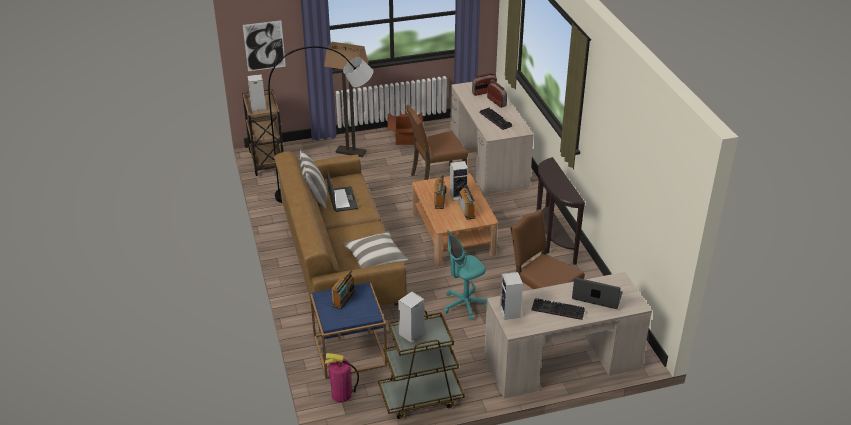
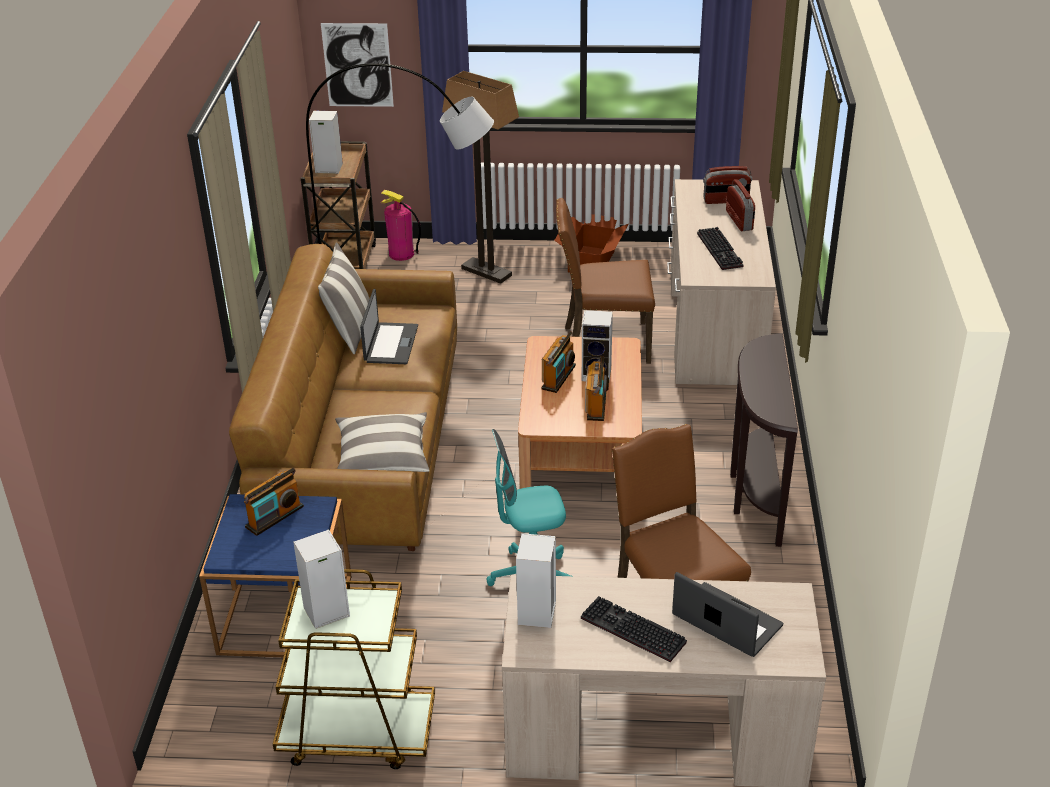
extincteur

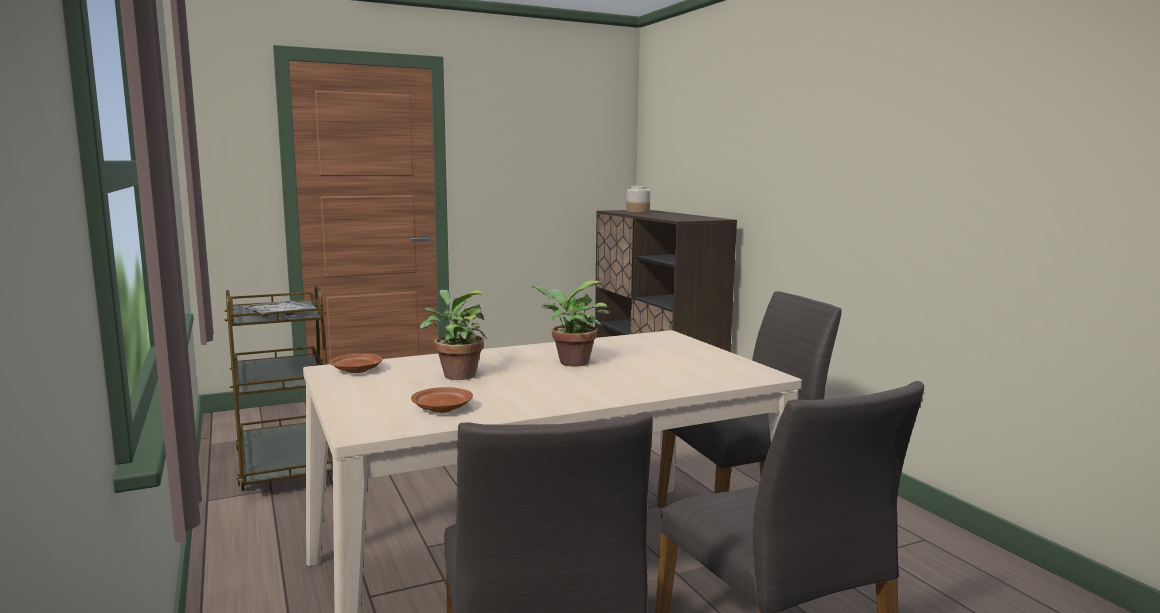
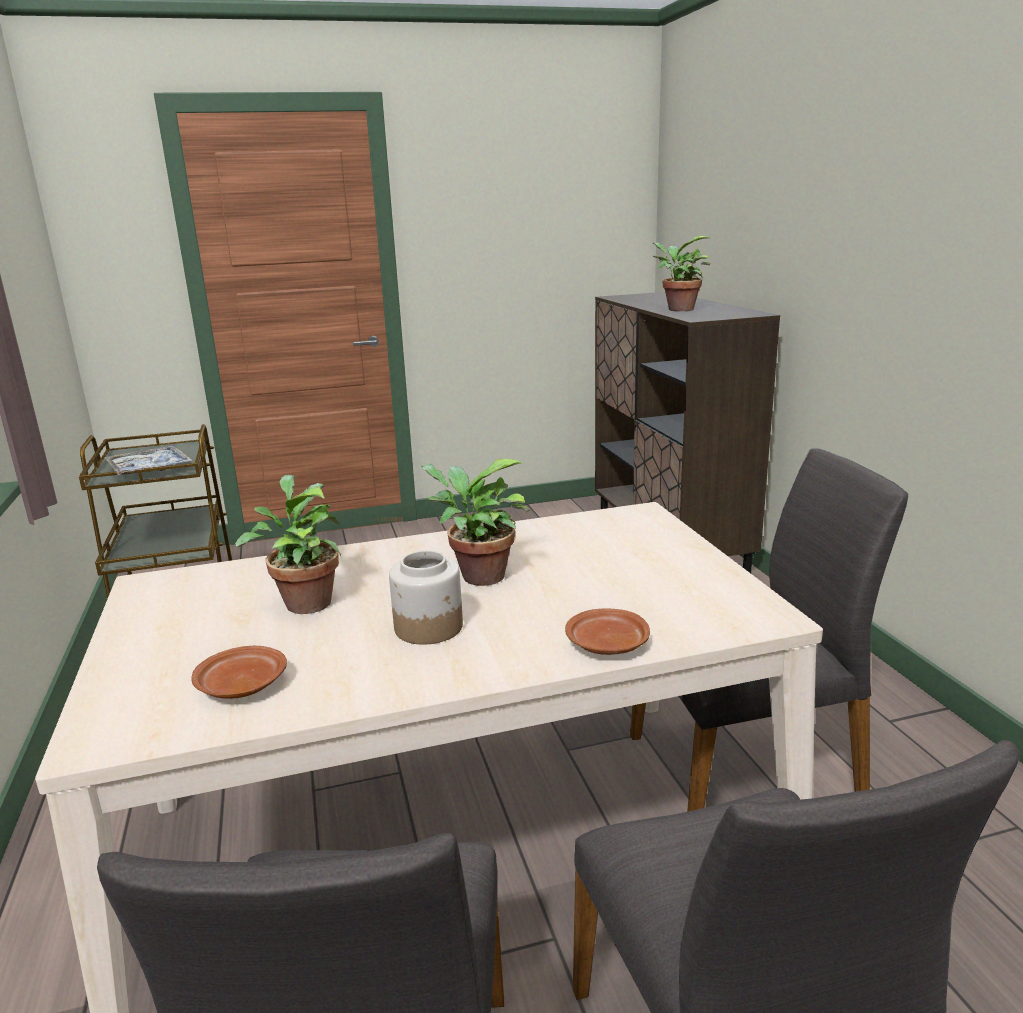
bocal
assiette (marron) (2nd from left)
plante en pot (3rd from left)

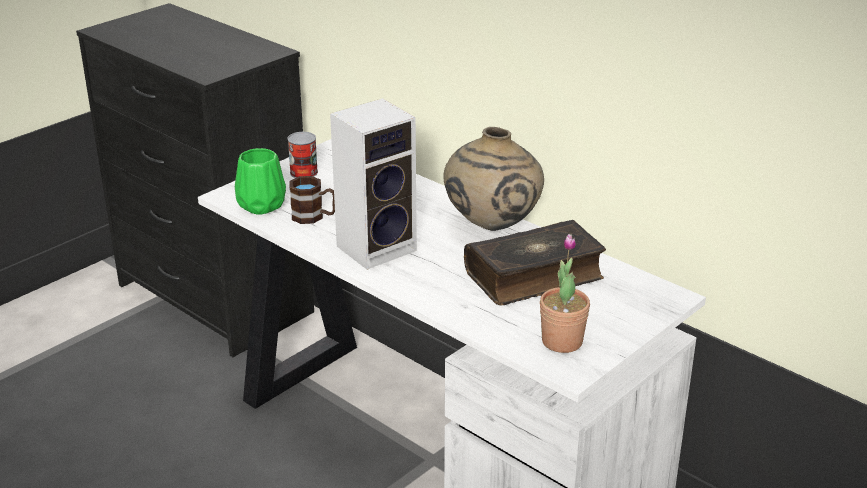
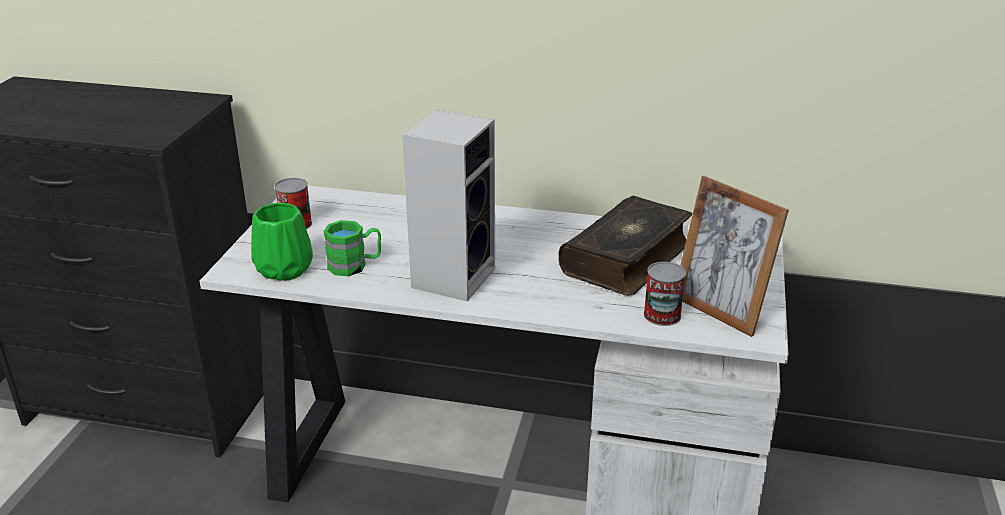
mug (vert)
boîte métallique (2nd from left)
cadre photo
vase (beige)

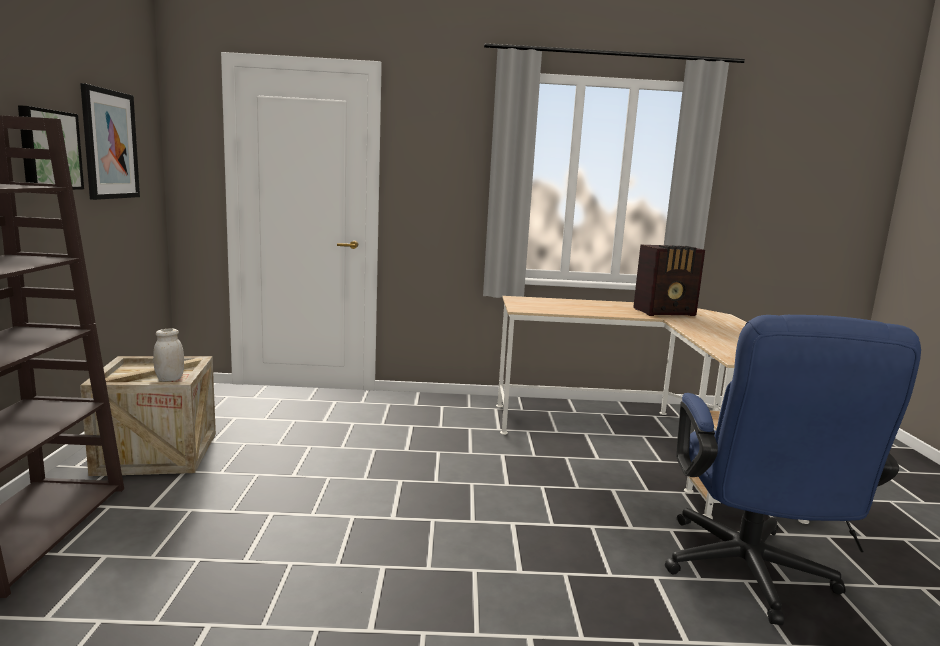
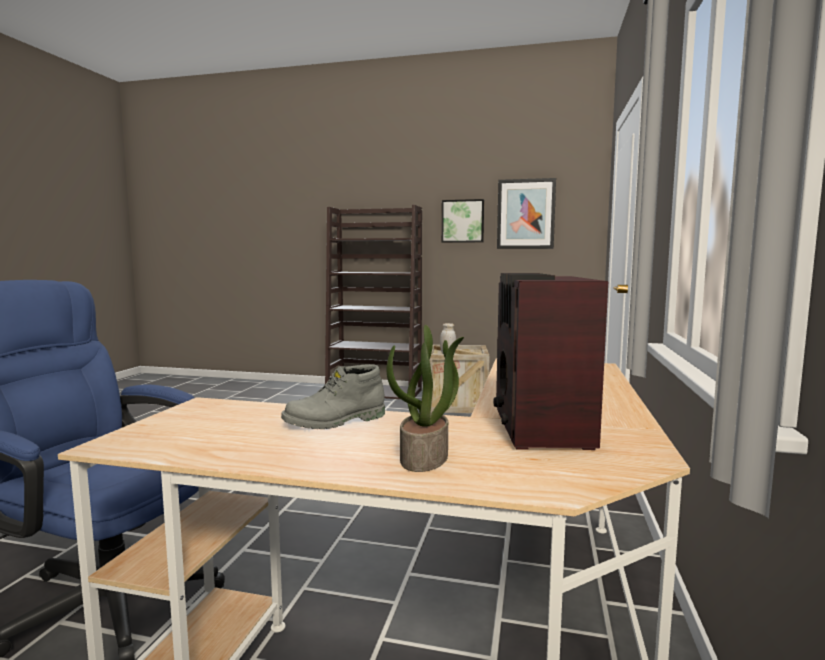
botte (gris)
plante en pot

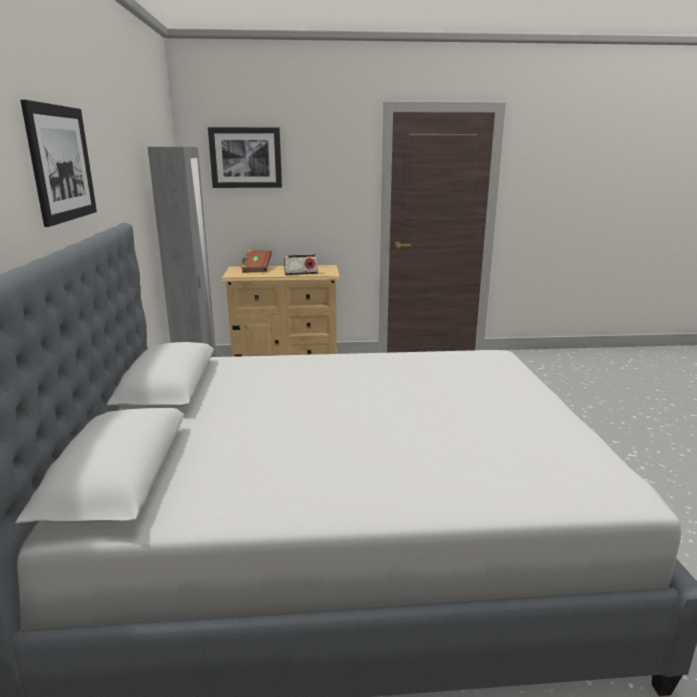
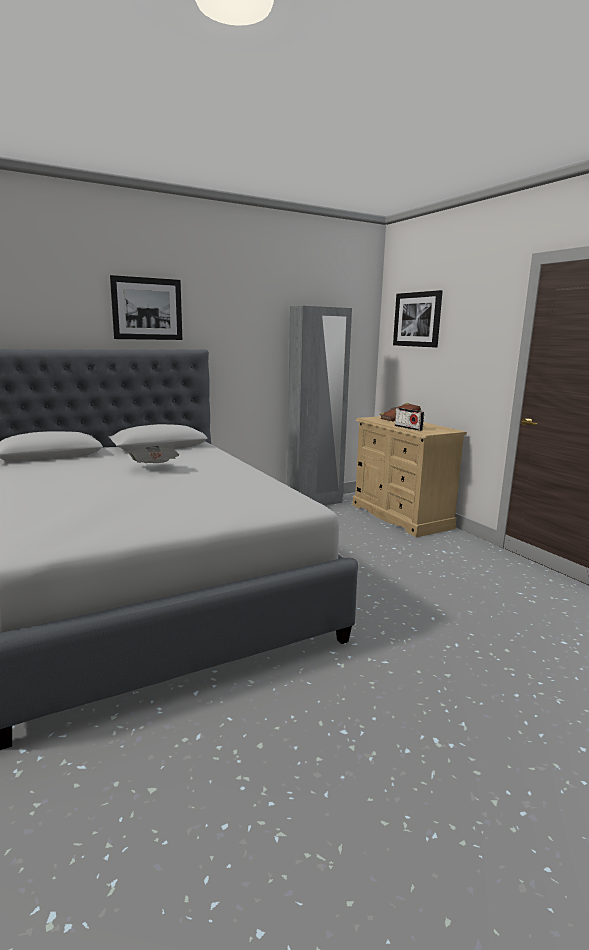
journal

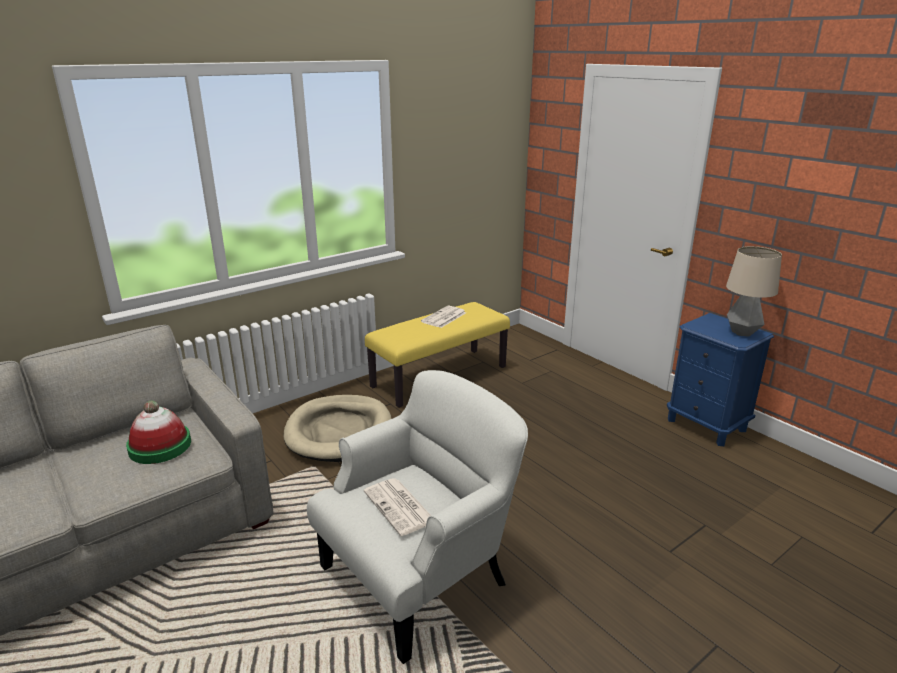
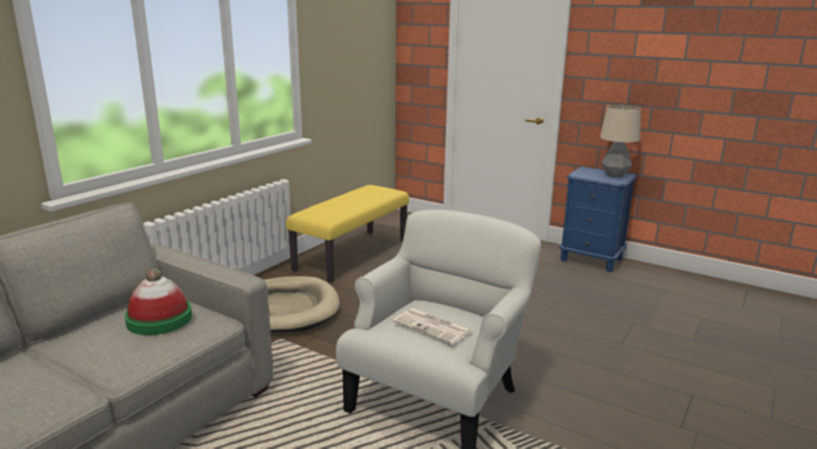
journal (2nd from left in the first image)

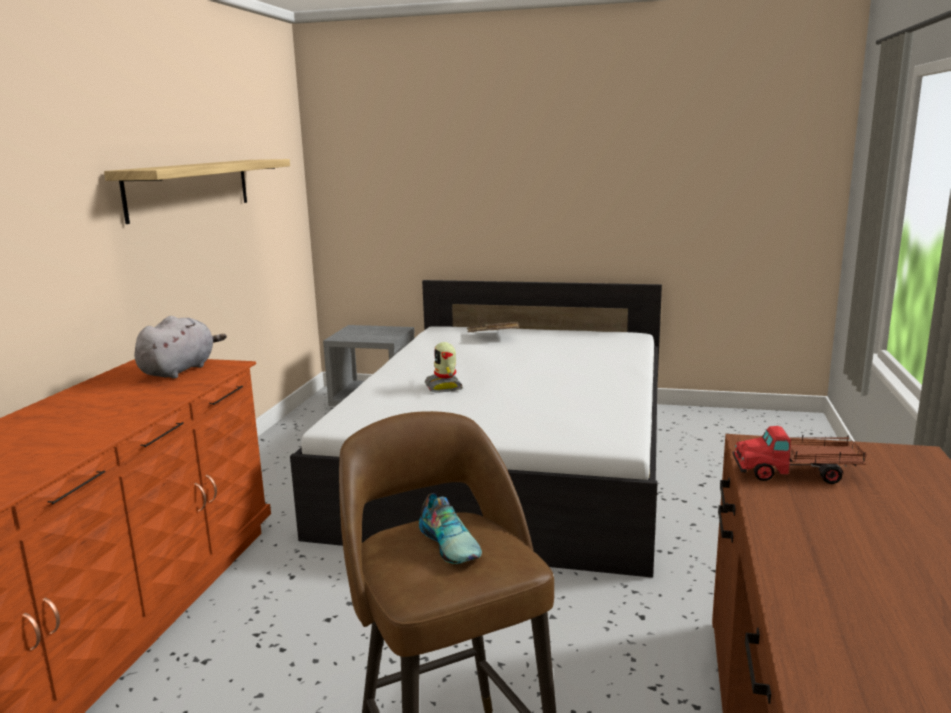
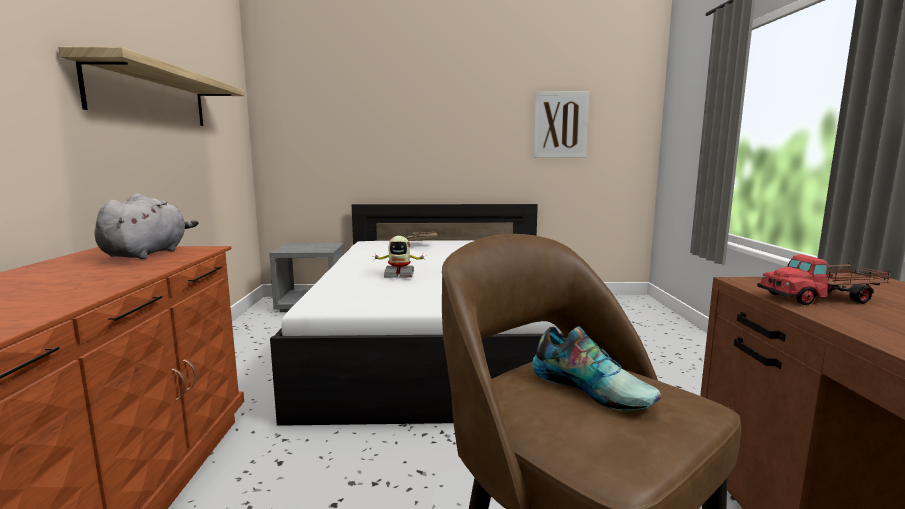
robot jouet
tableau

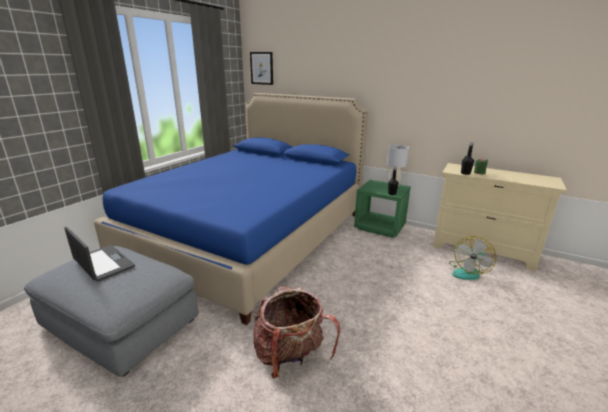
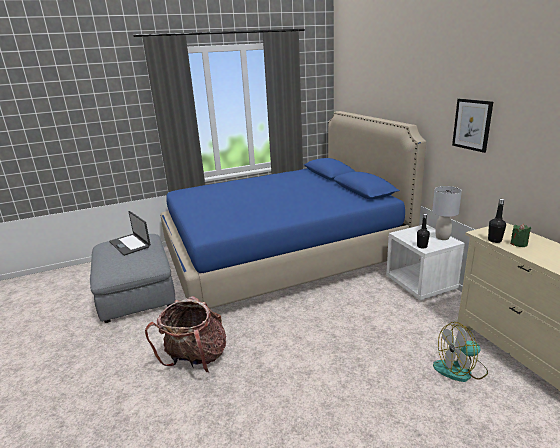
ordinateur portable
table de chevet (blanc)
tableau

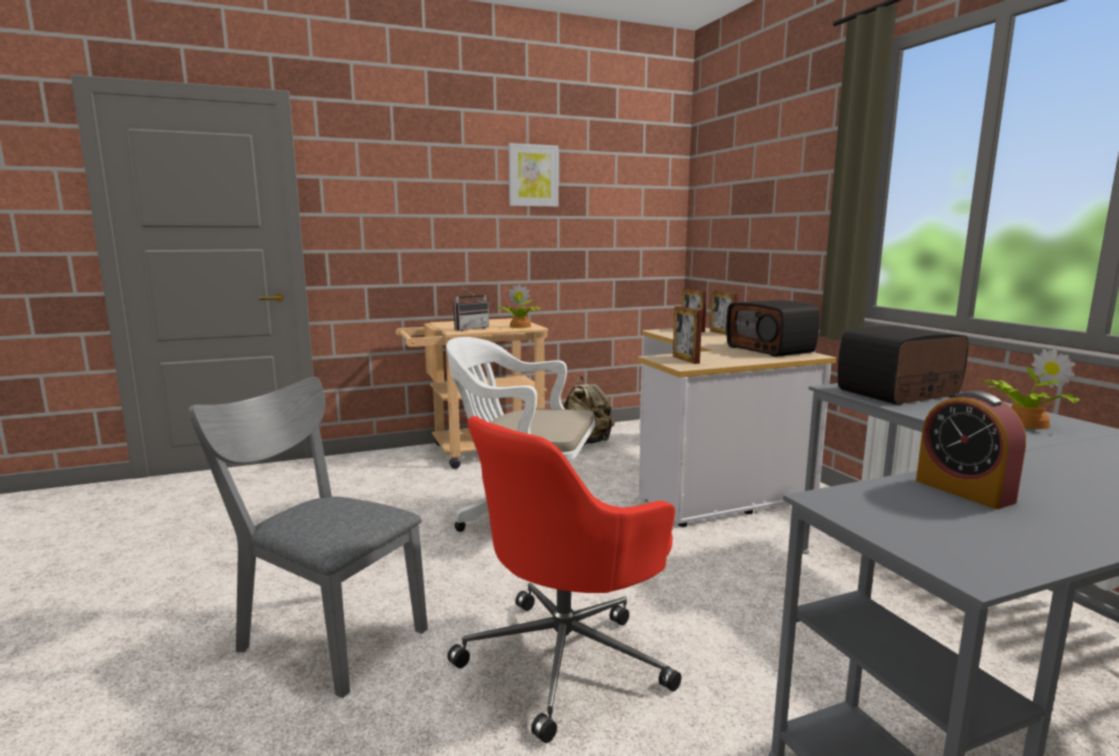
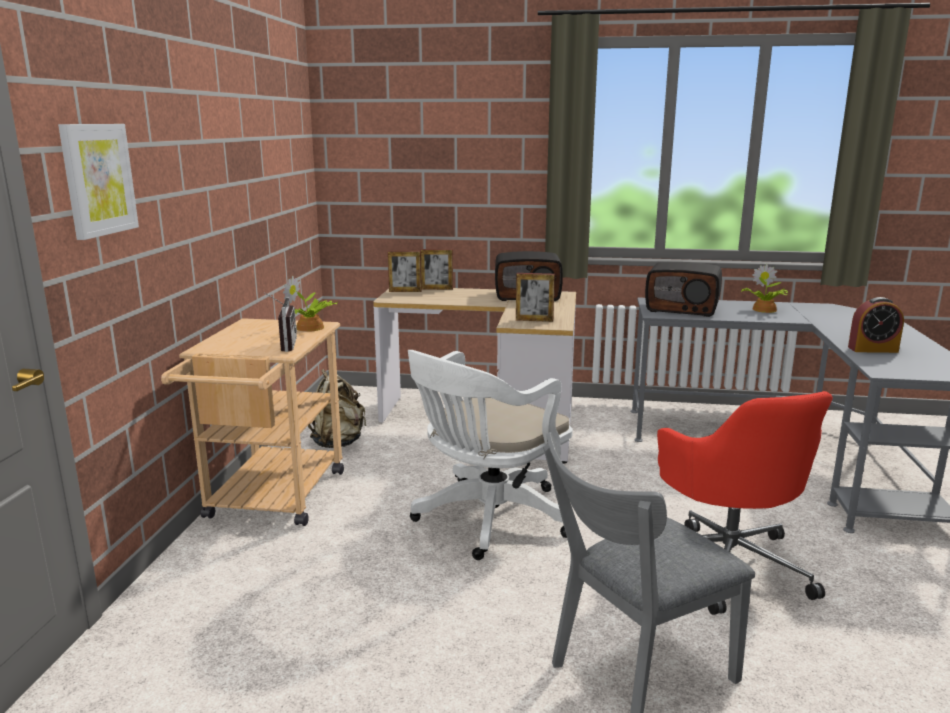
tableau
radio (3rd from left)

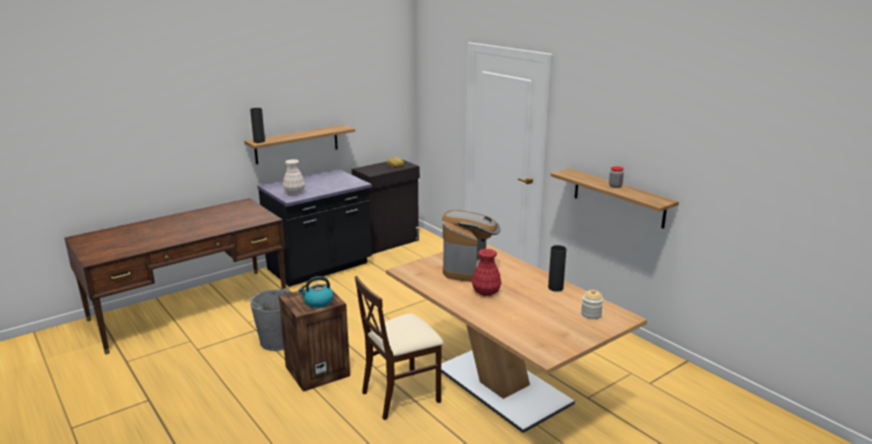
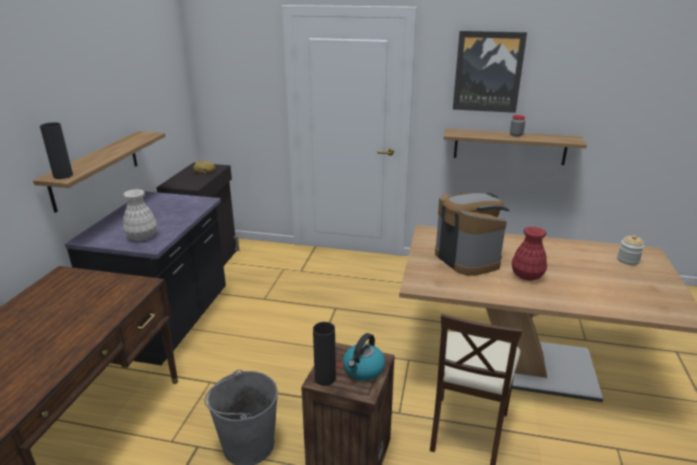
vase (noir) (2nd from left)
tableau

